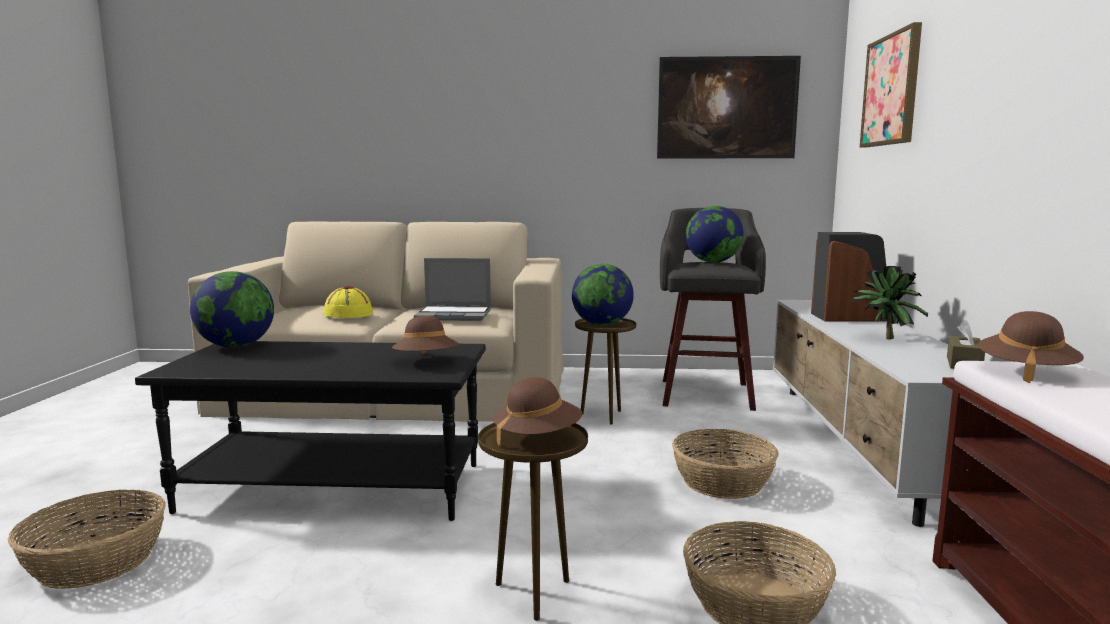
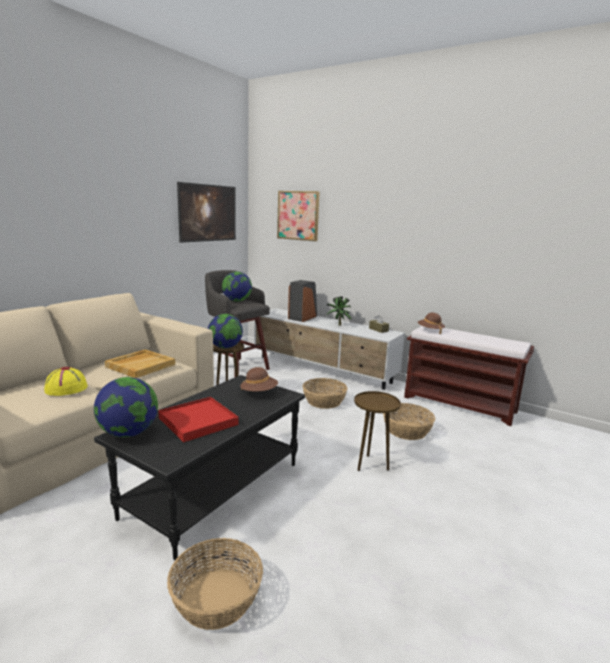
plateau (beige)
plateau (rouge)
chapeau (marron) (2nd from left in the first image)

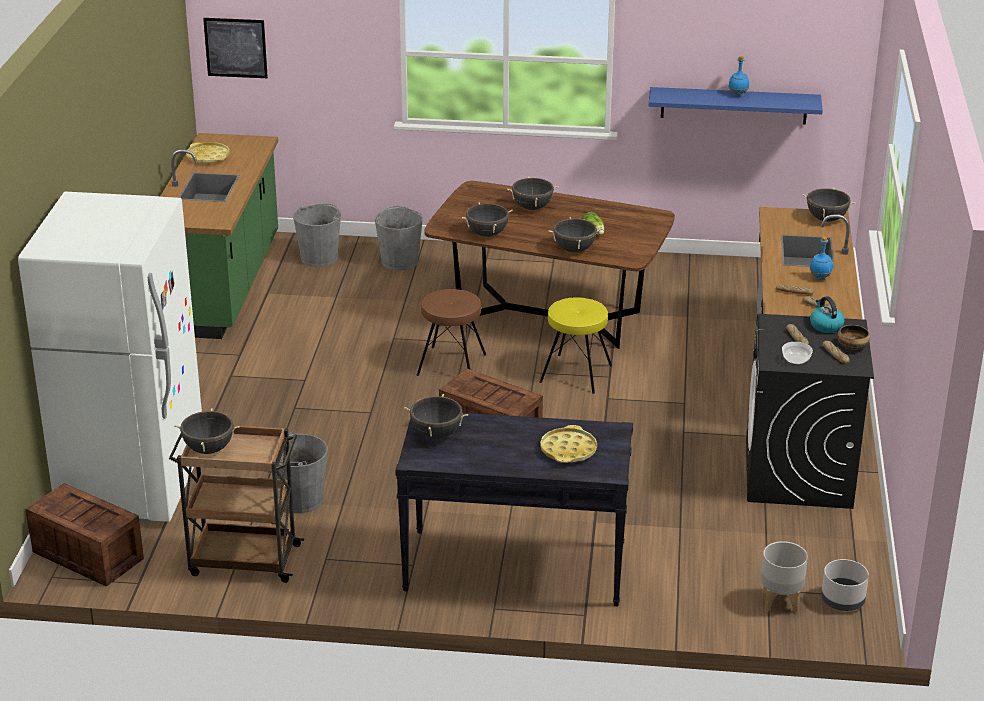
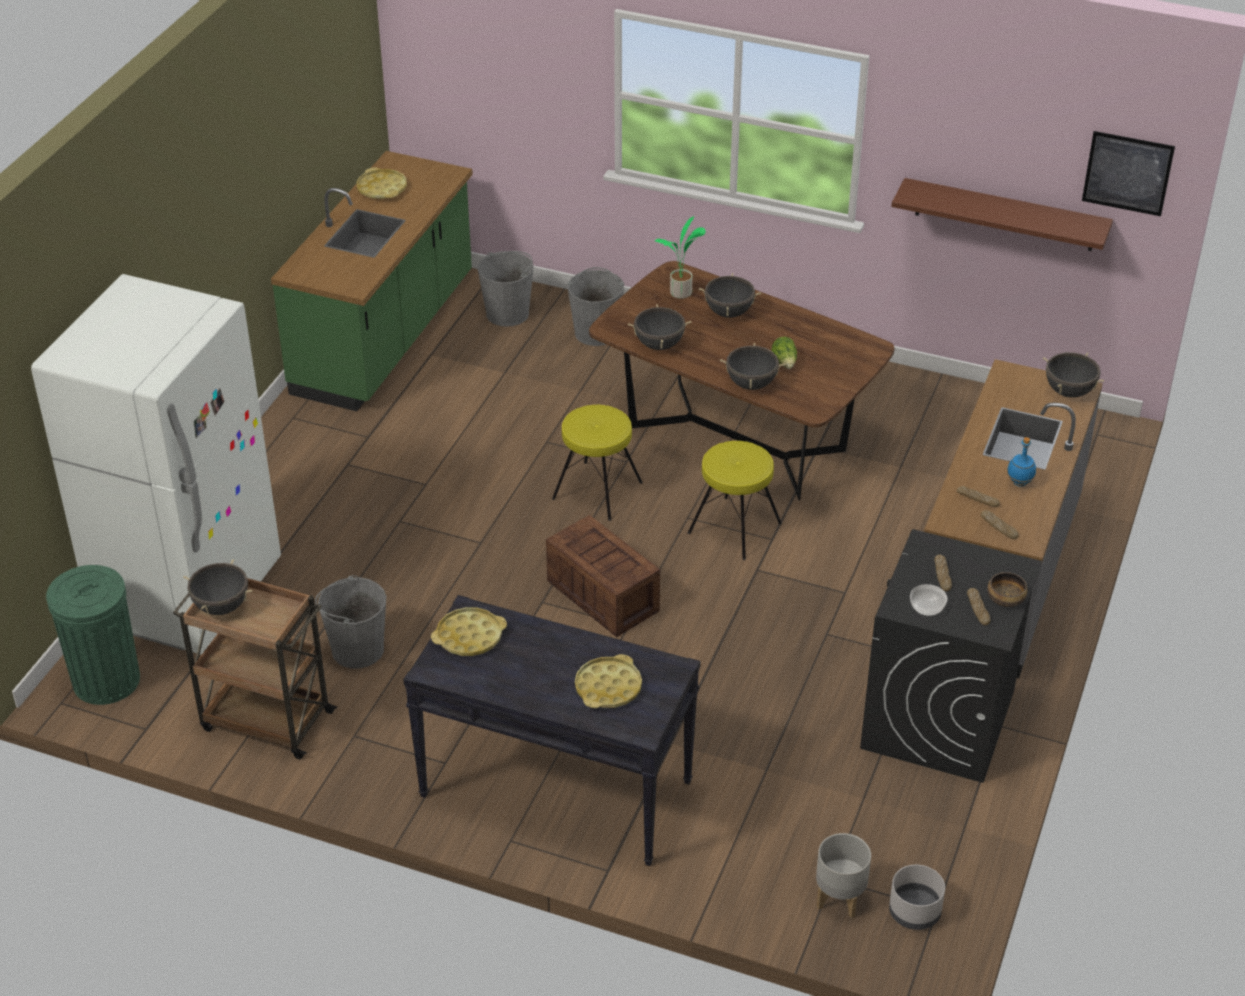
poubelle (vert)
plateau (jaune) (2nd from left)
tabouret (jaune) (1st from left)
plante en pot
étagère (marron)
tableau
bouteille (bleu) (1st from left in the first image)
bouilloire

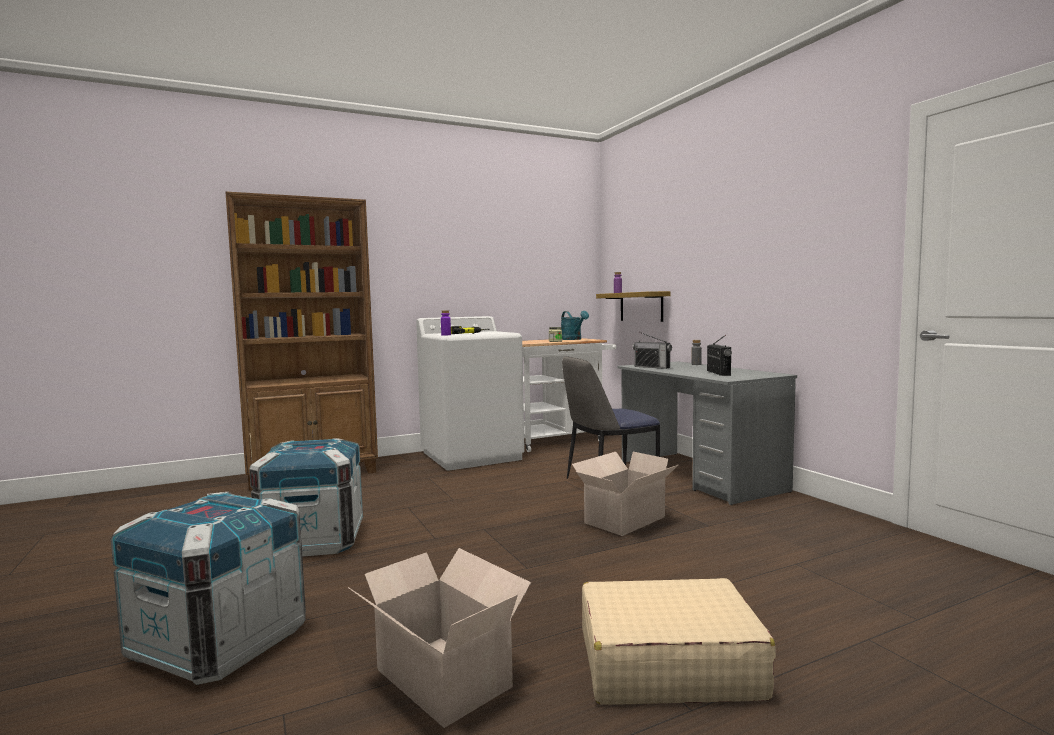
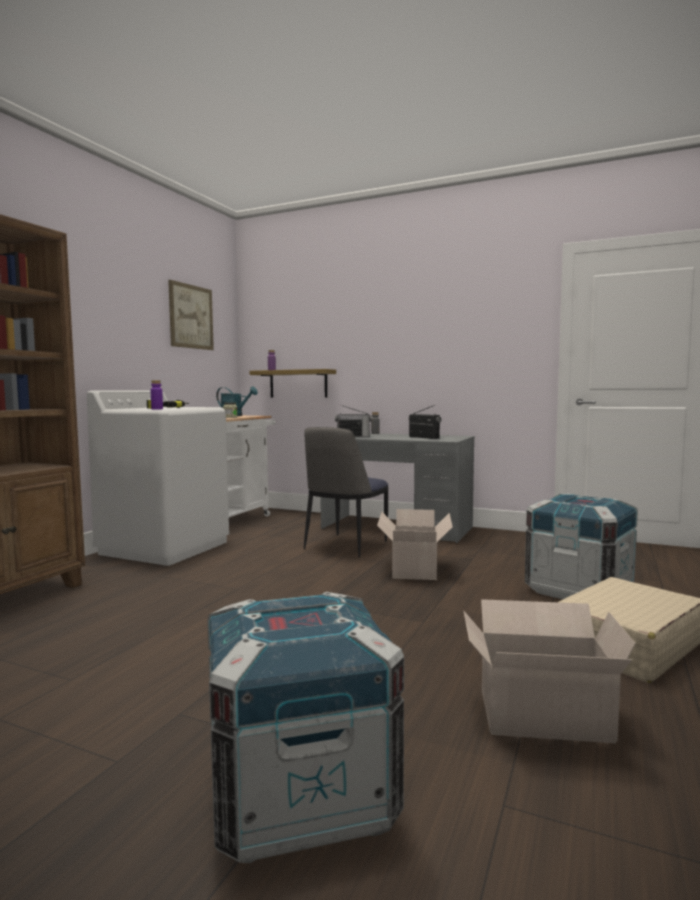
tableau
caisse (2nd from left)

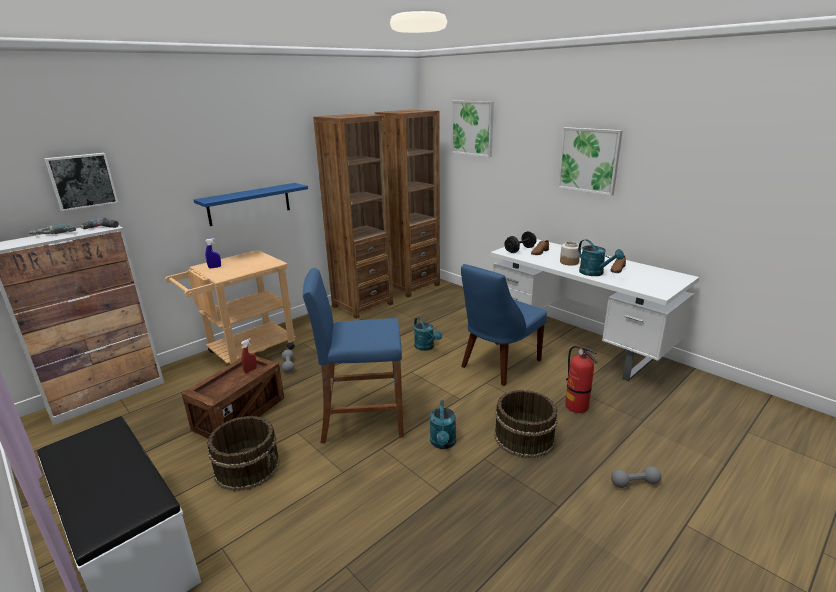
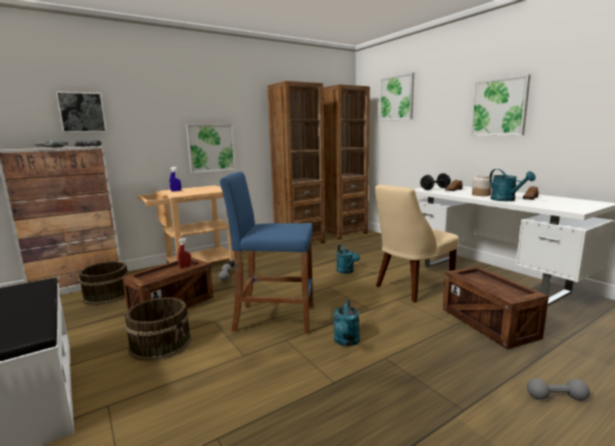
seau (marron) (1st from left)
tableau (2nd from left)
chaise (beige)
caisse (2nd from left)

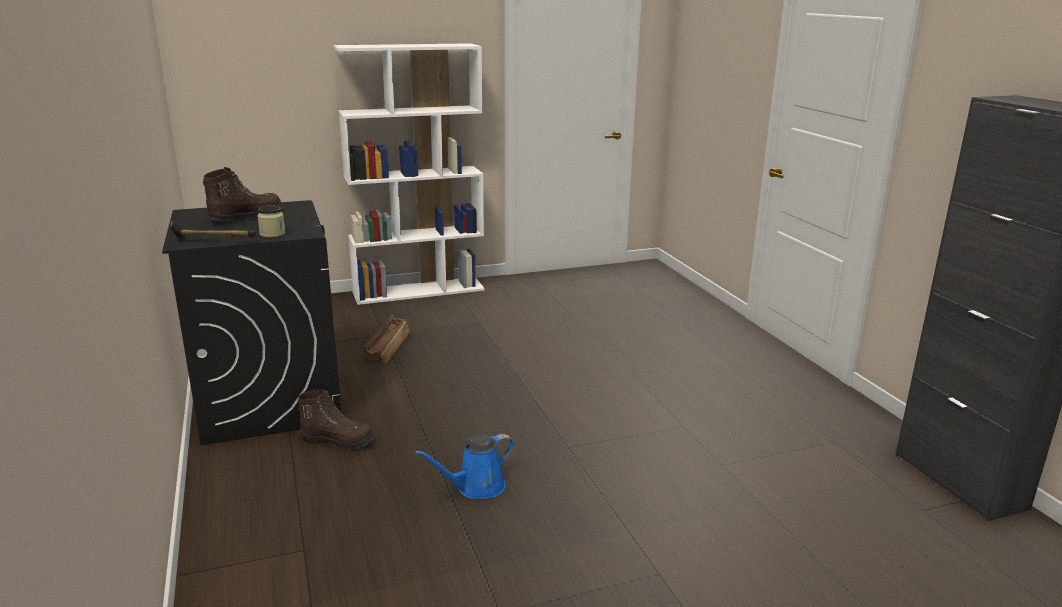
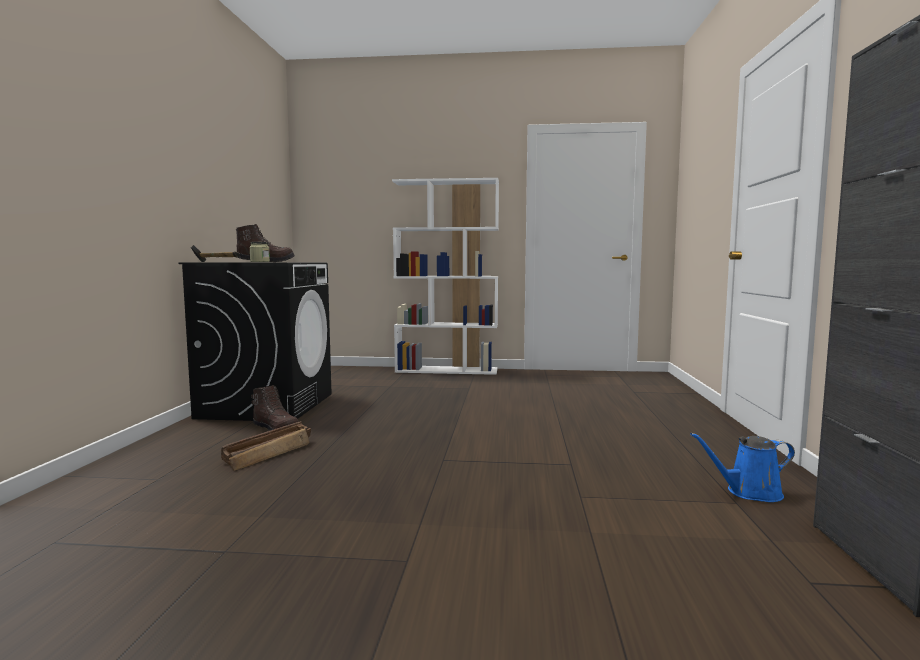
caisse
arrosoir (bleu)

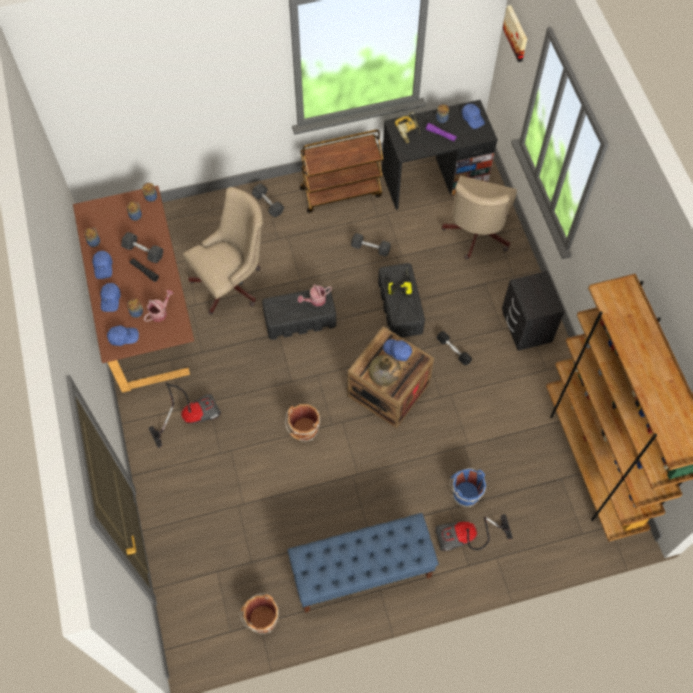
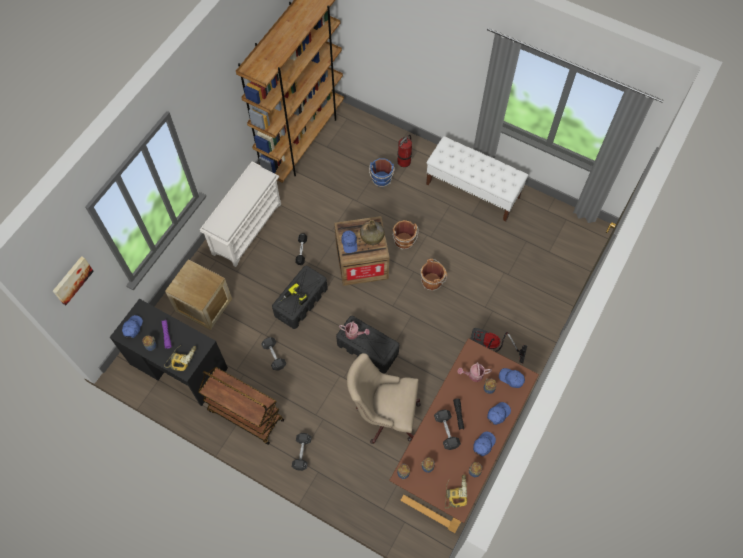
caisse (1st from left)
étagère à chaussures (blanc)
seau (marron) (1st from left)
extincteur
banc (blanc)
perceuse (3rd from left)

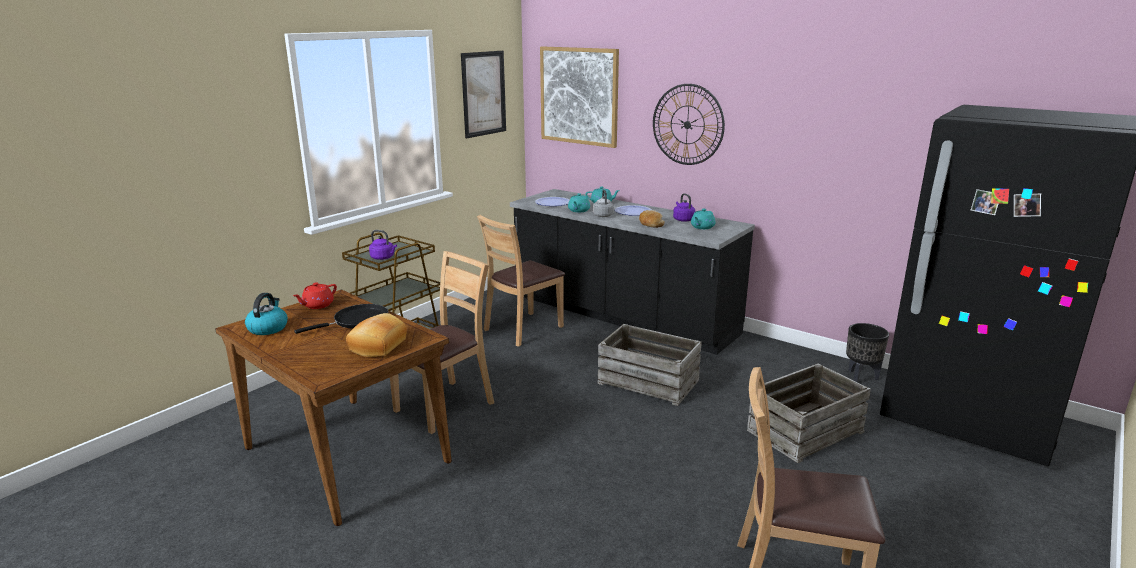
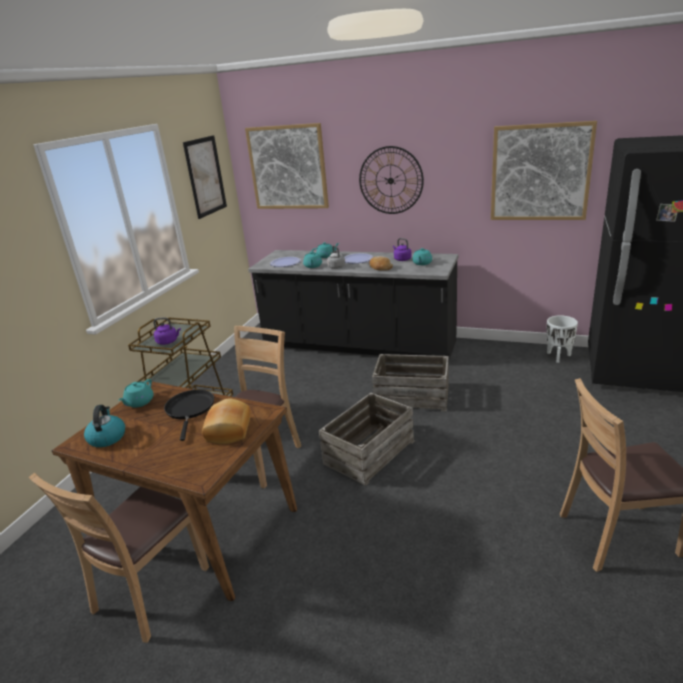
chaise (marron) (1st from left)
théière (turquoise) (1st from left)
poêle (noir)
caisse (1st from left)
tableau (3rd from left)
cache-pot (blanc)

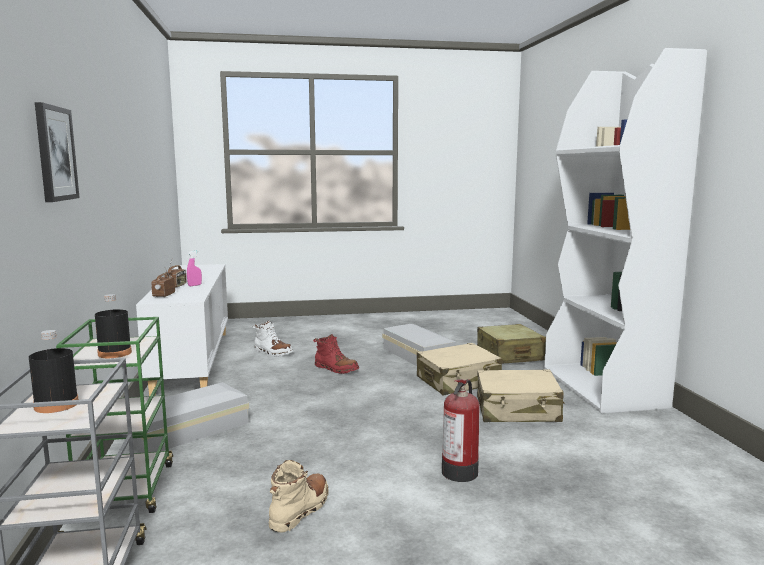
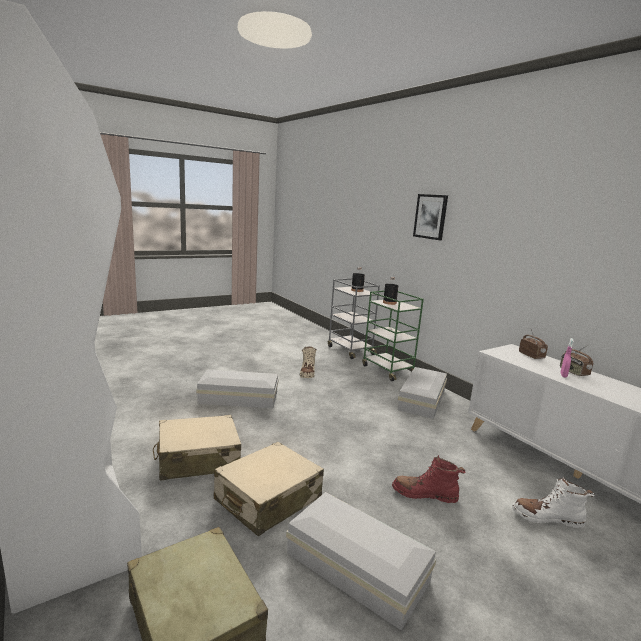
boîte de rangement (blanc) (1st from left)

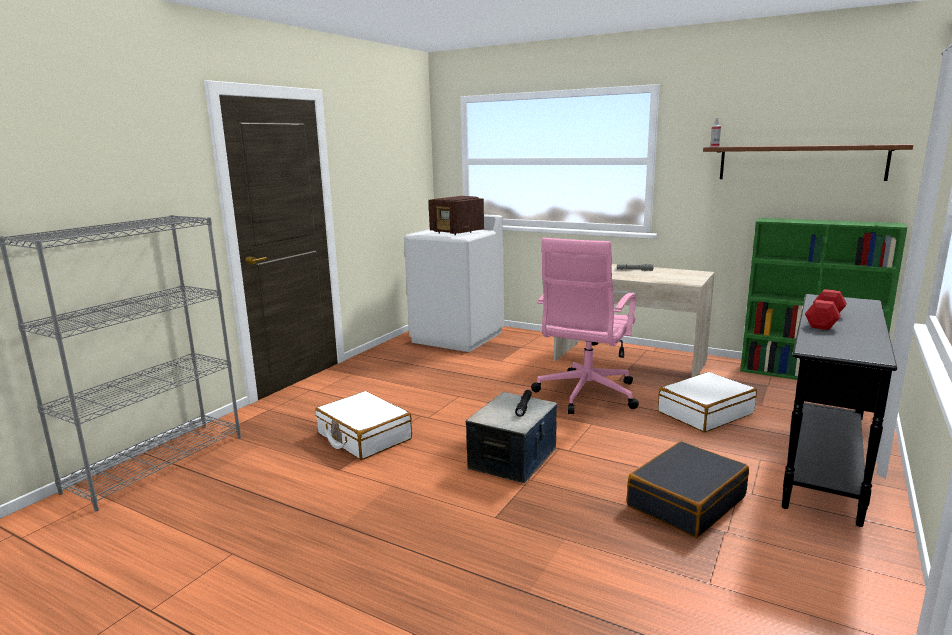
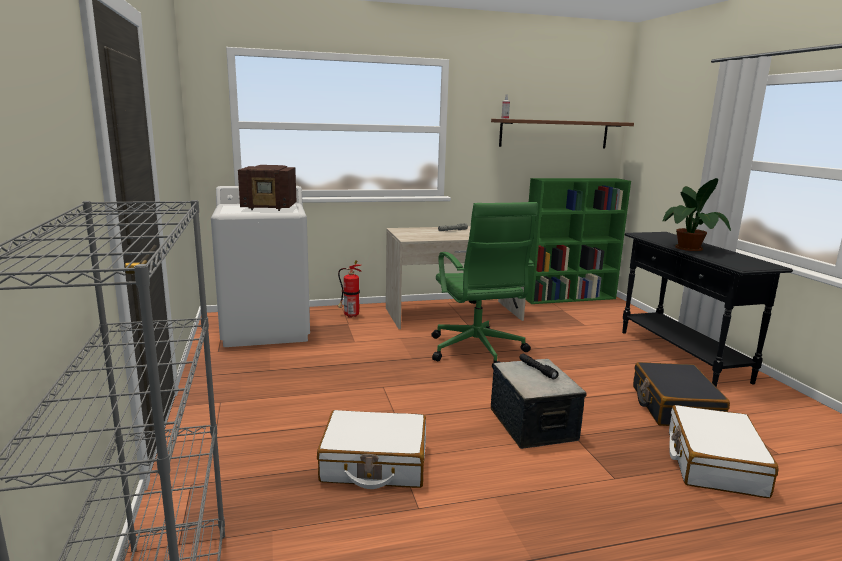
extincteur
chaise de bureau (vert)
plante en pot
valise (blanc) (2nd from left)

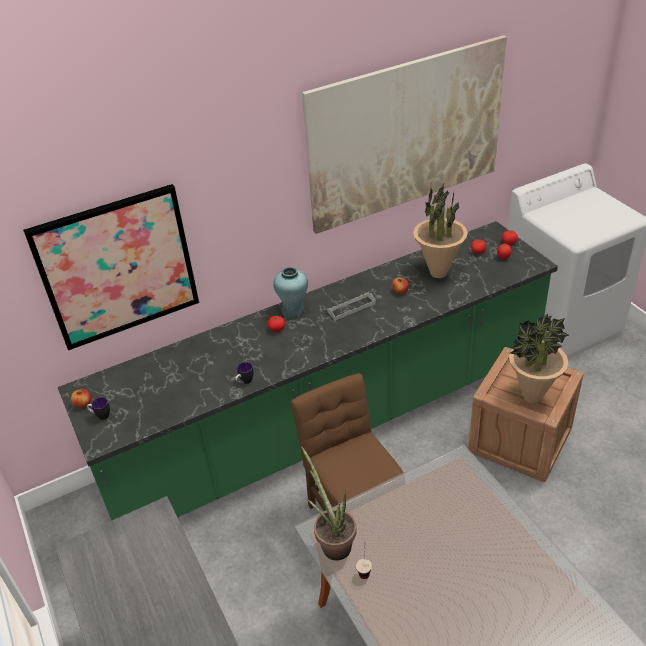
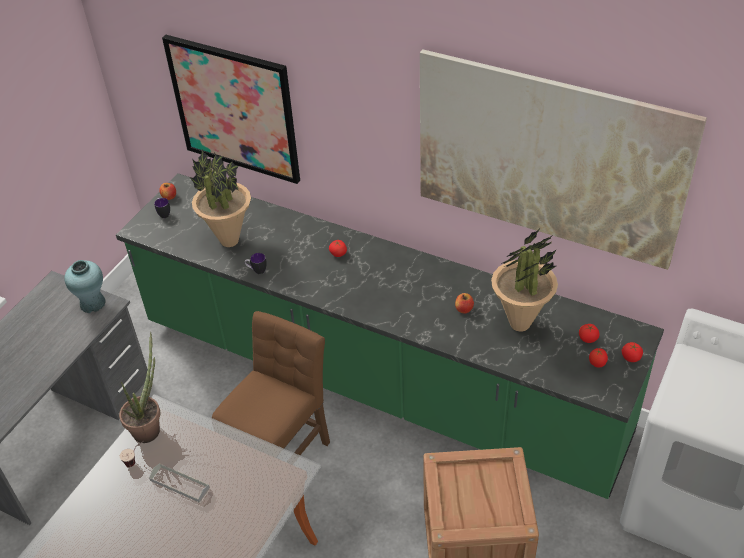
vase (turquoise)
plateau (gris)
plante en pot (2nd from left)

